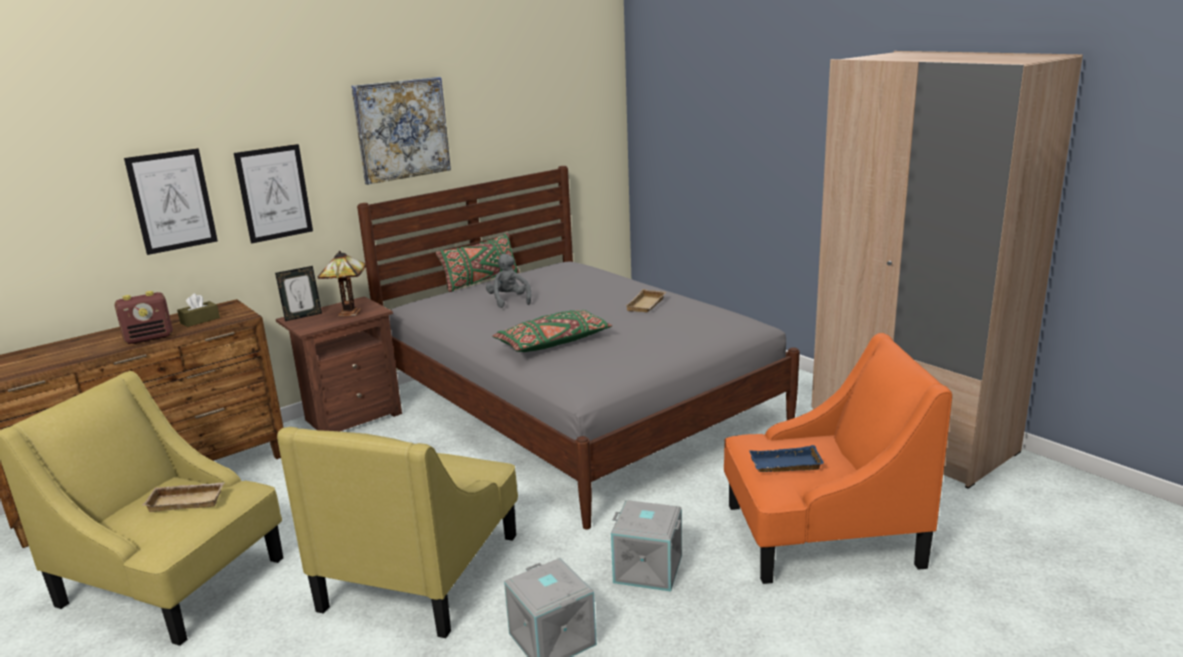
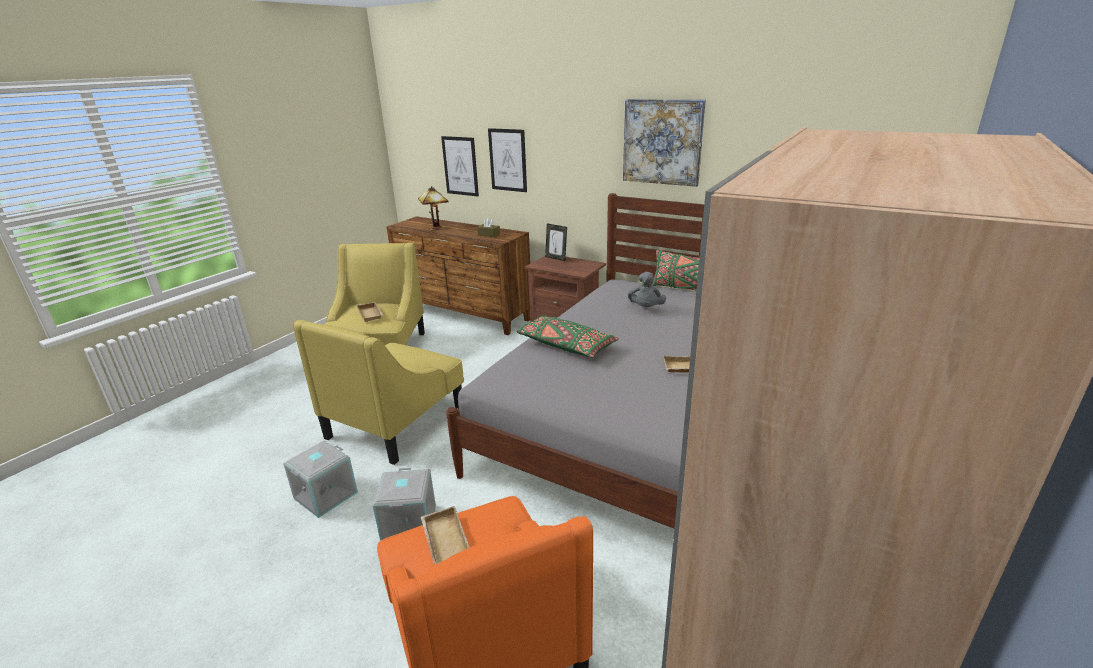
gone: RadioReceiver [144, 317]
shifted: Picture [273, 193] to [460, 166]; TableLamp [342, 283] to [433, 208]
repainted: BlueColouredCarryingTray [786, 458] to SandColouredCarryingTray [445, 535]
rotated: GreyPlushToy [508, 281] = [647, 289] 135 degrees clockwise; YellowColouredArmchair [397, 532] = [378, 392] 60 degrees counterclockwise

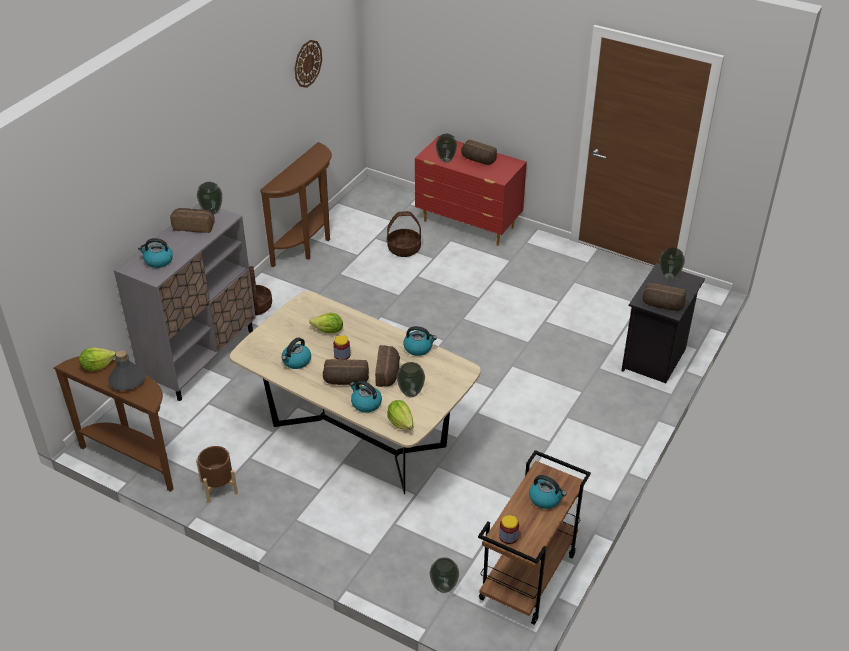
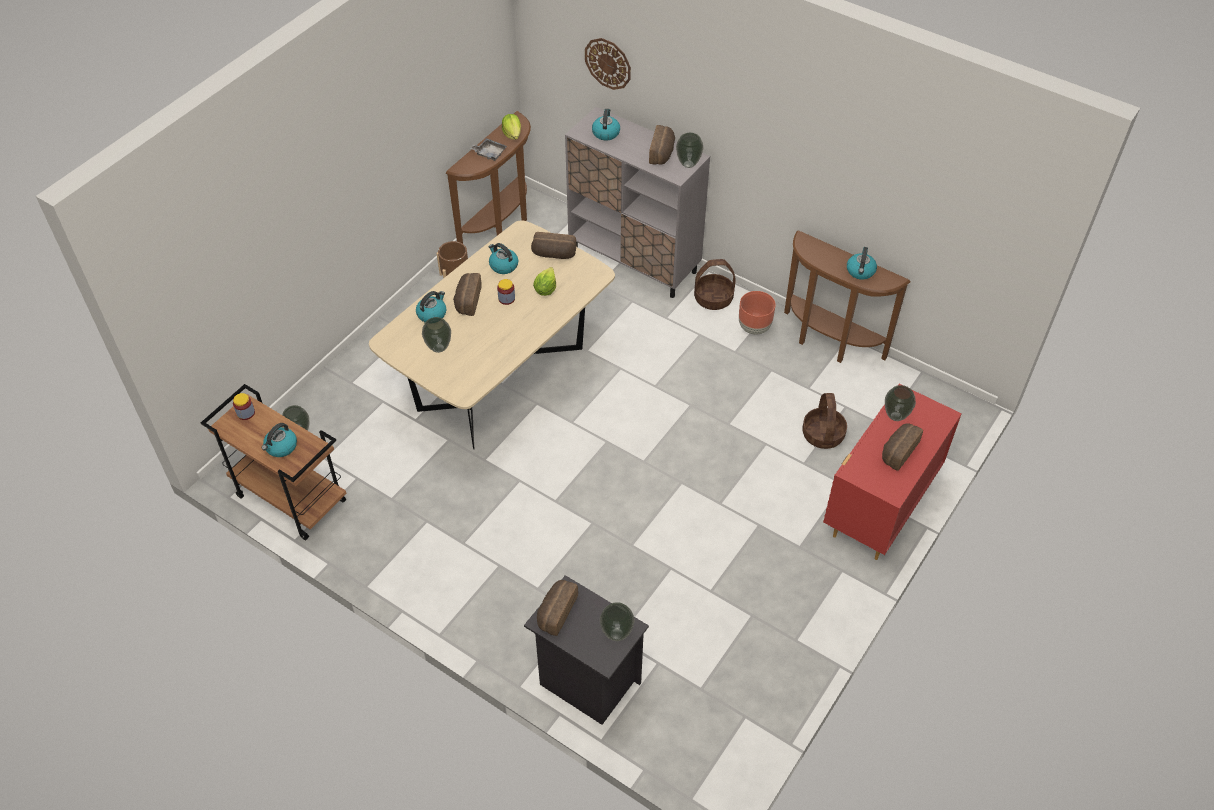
gone: HeadOfLettuce [400, 415]
new: BrownFlowerPot [757, 313]
shifted: ClockOnTheWall [308, 64] to [608, 64]; TeaKettle [420, 341] to [862, 263]; BakeryBread [387, 366] to [554, 245]
swapped: GreyBottle [127, 370] to GreyCarryingTray [488, 149]

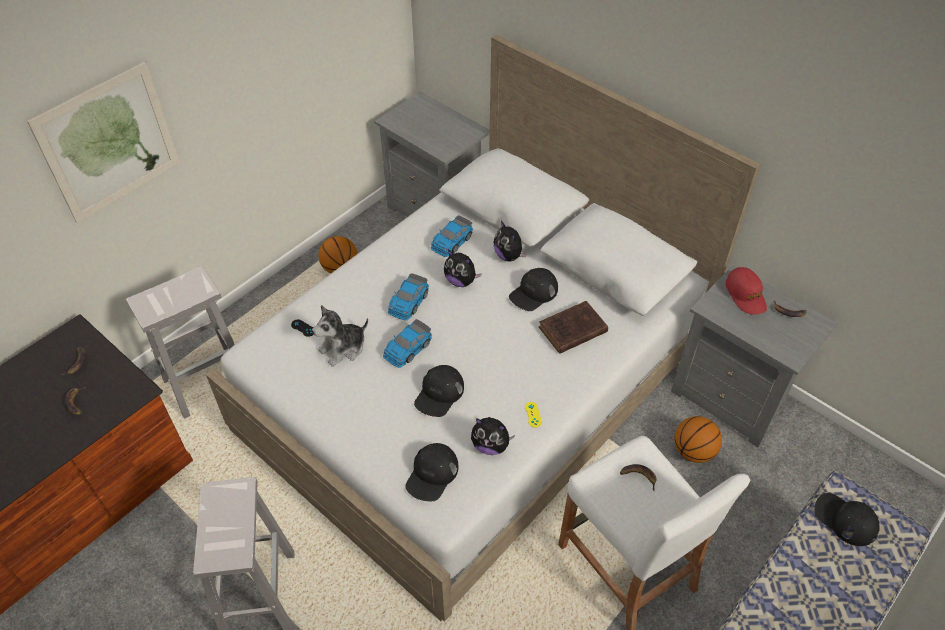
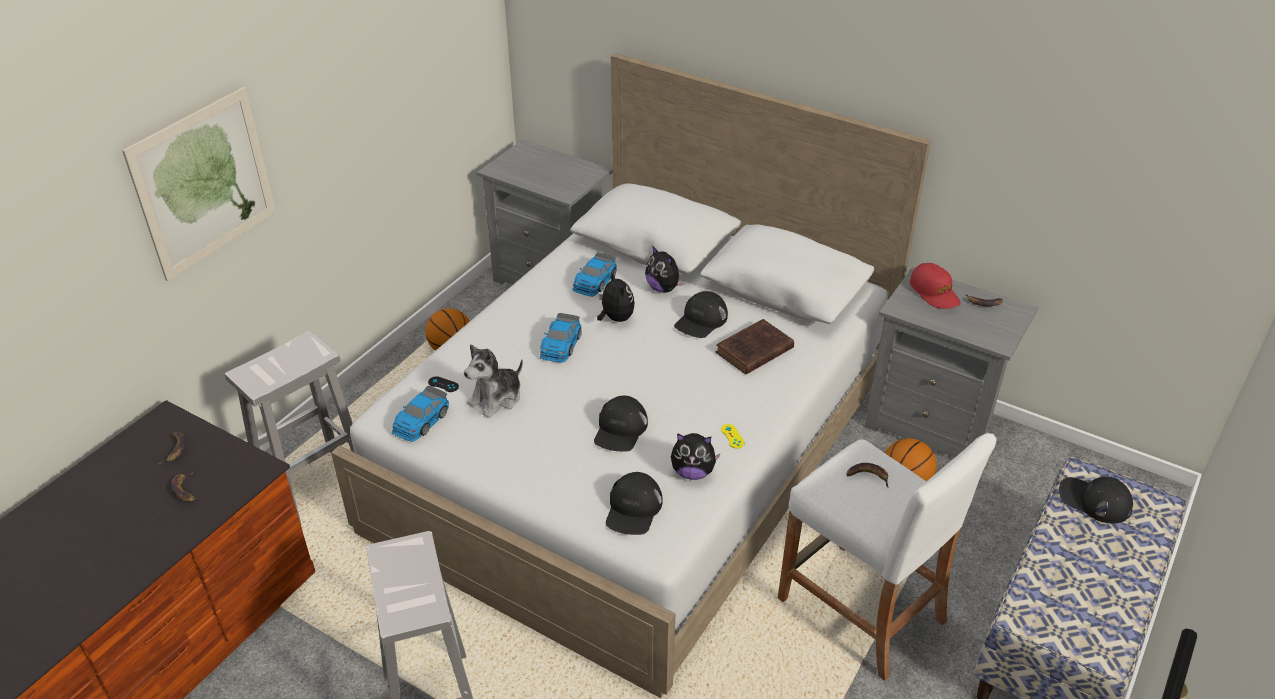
shifted: MiniatureCar [407, 343] to [420, 414]
rotated: PlushToy [462, 268] = [616, 296] 135 degrees counterclockwise

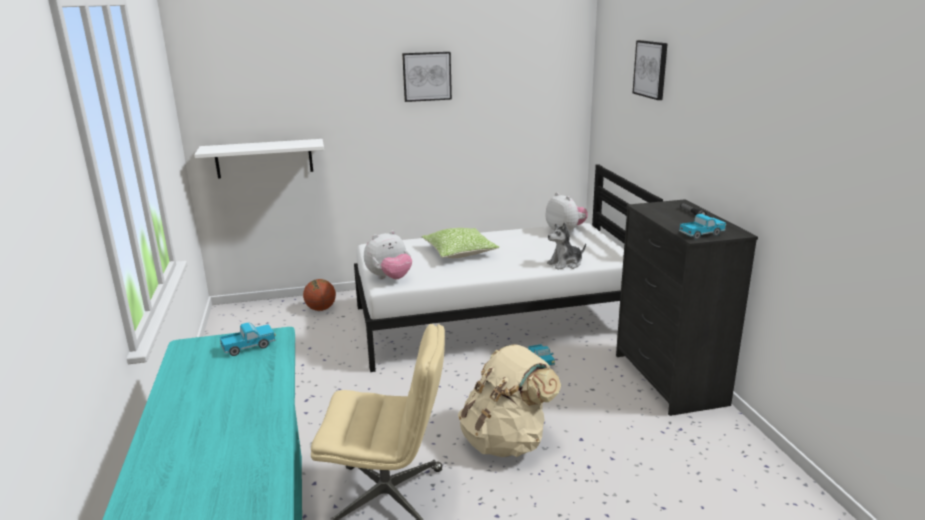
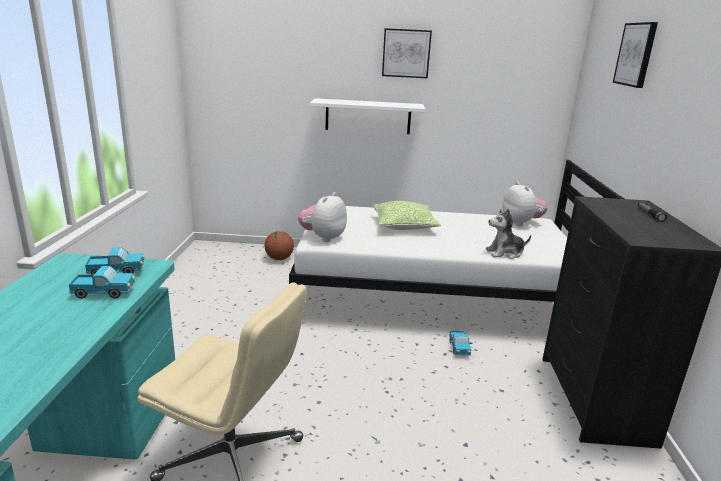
gone: SandColouredBackpack [509, 400]
shifted: WhiteShelf [259, 158] to [367, 116]; ToyLorry [702, 227] to [102, 282]
rotated: PlushToy [388, 254] = [322, 217] 135 degrees clockwise

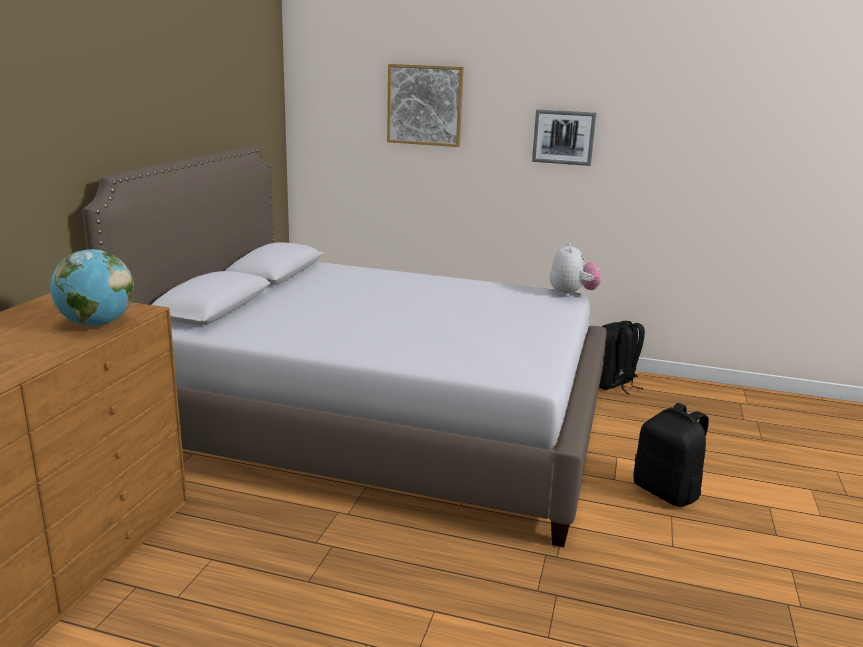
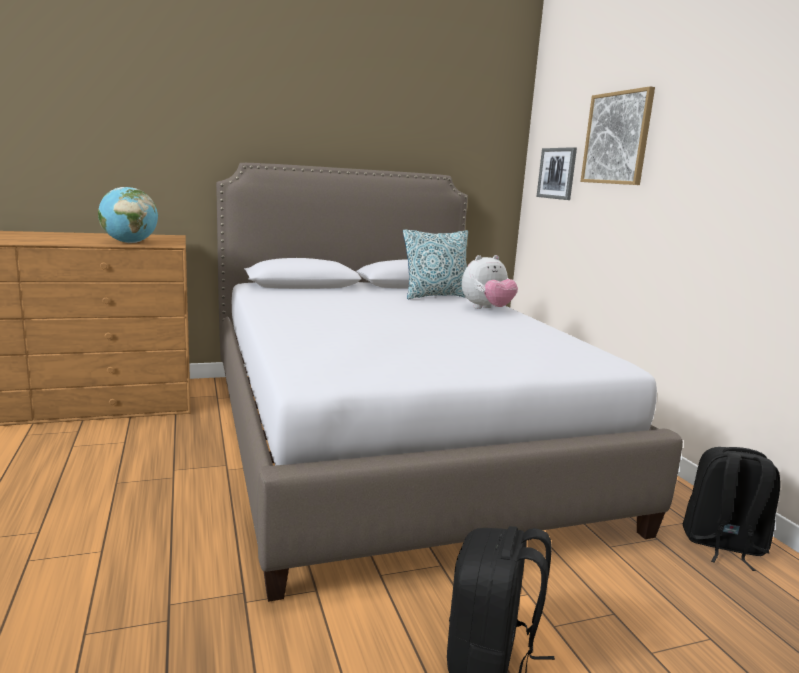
new: ThrowPillow [435, 264]
shifted: Picture [564, 137] to [557, 173]; PlushToy [575, 269] to [490, 282]

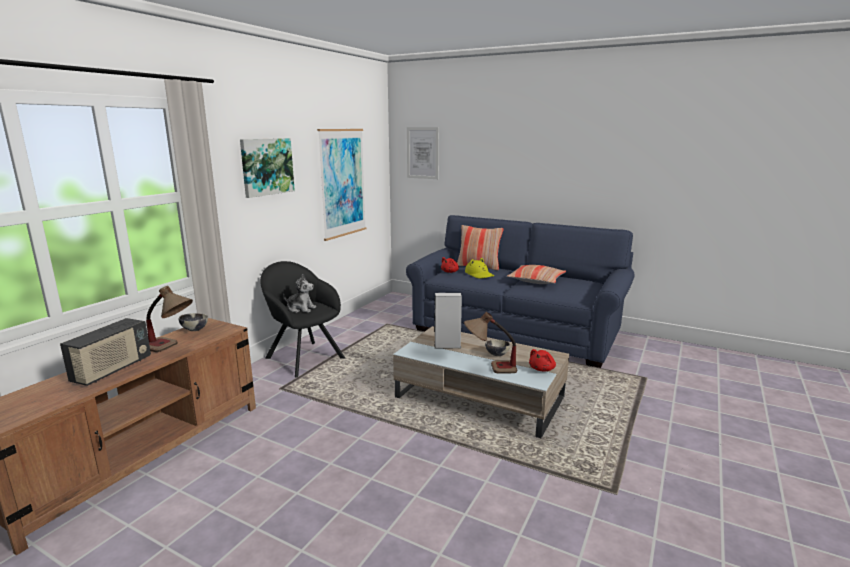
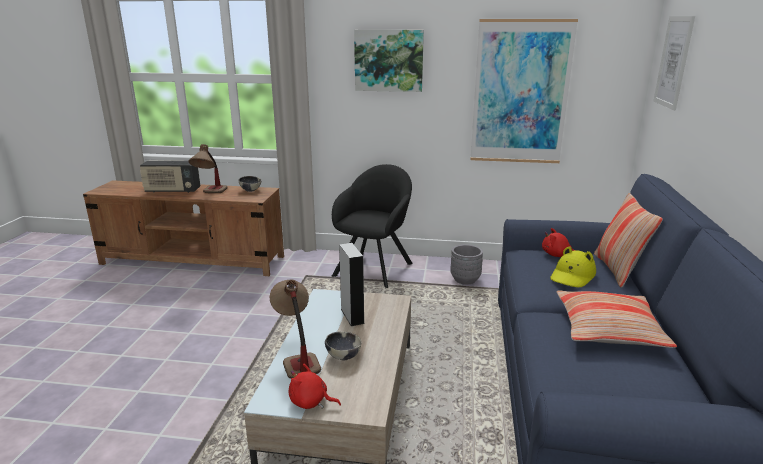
gone: PlushToy [299, 293]
new: GreyFlowerPot [466, 264]

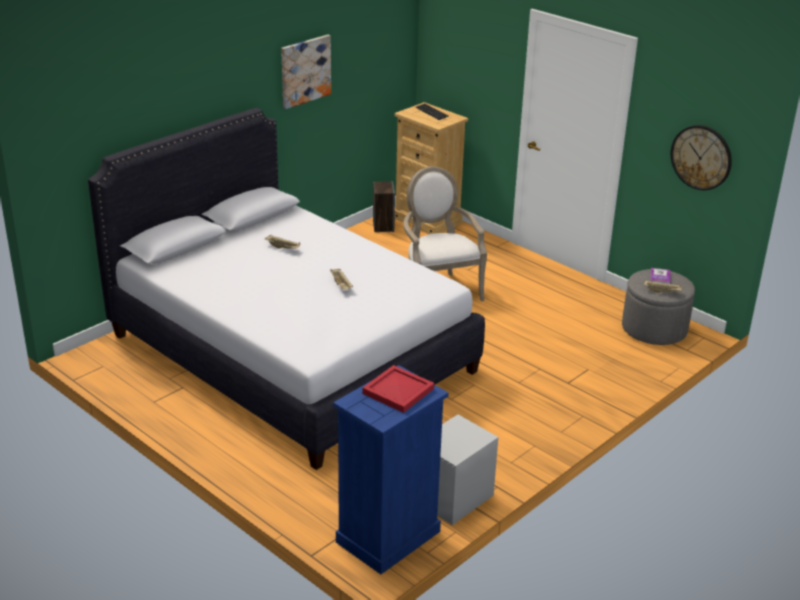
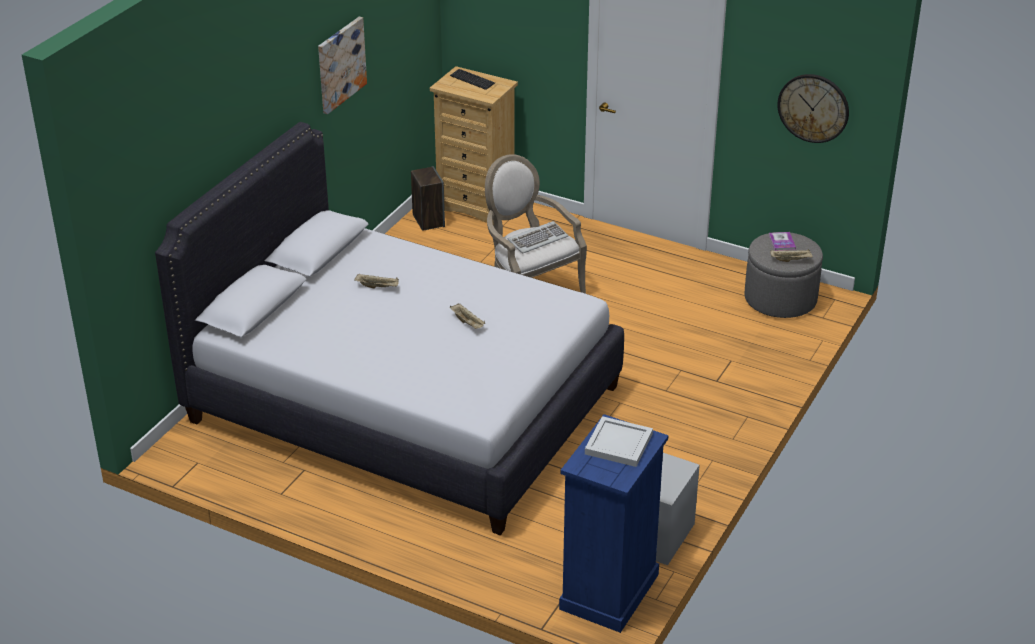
new: PcKeyboard [538, 237]
repainted: RedCarryingTray [398, 389] to WhiteCarryingTray [619, 441]

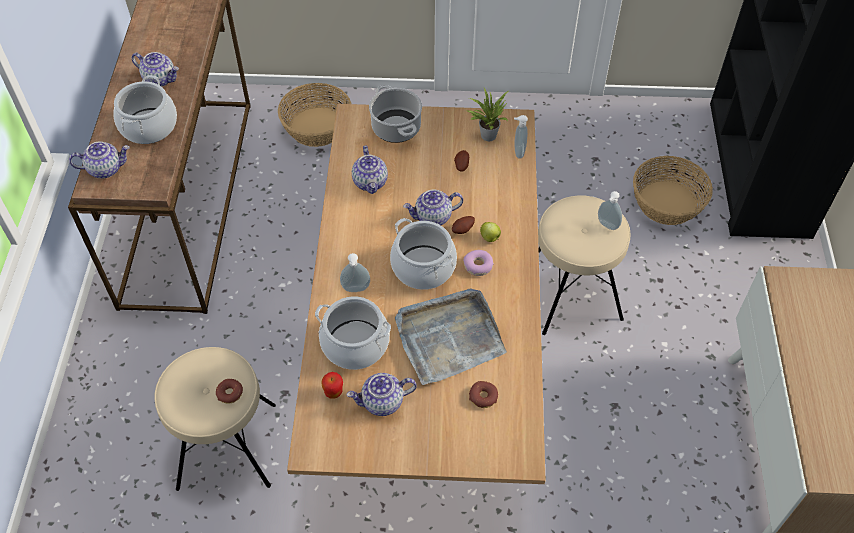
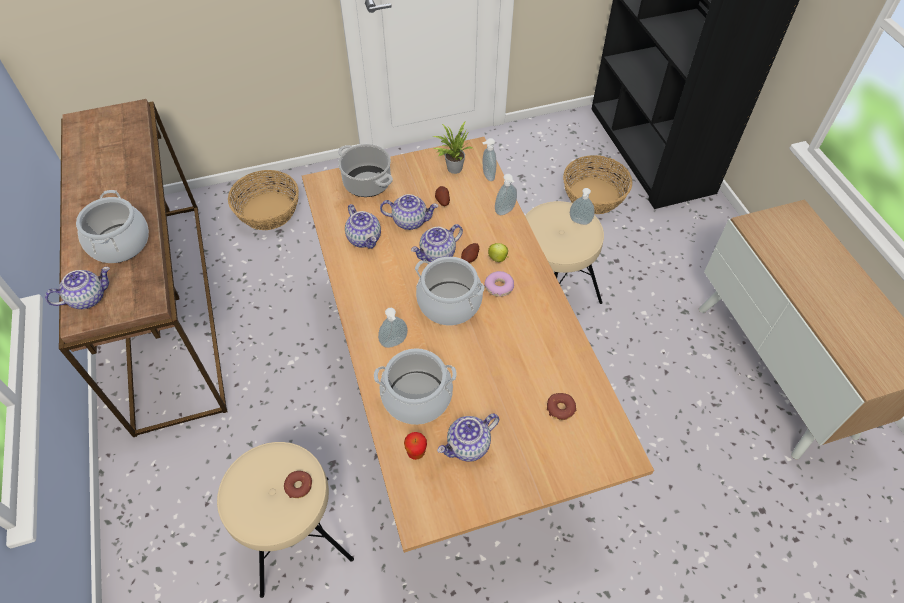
gone: GreyCarryingTray [451, 337]
new: SoapBottle [506, 194]
shifted: PotForTea [155, 69] to [409, 212]

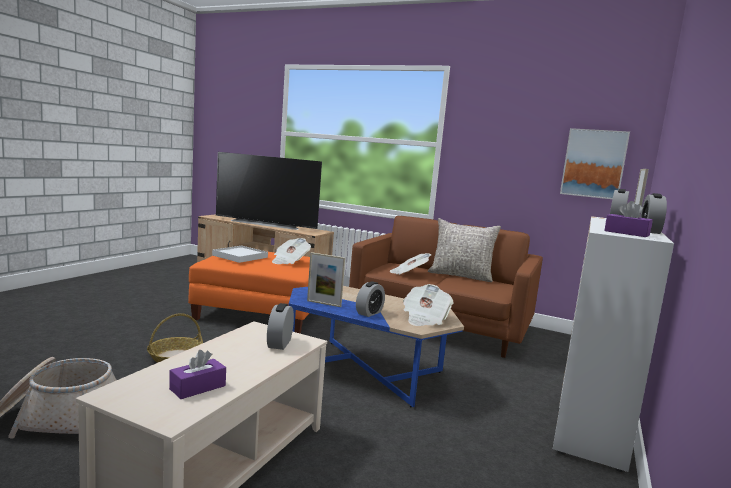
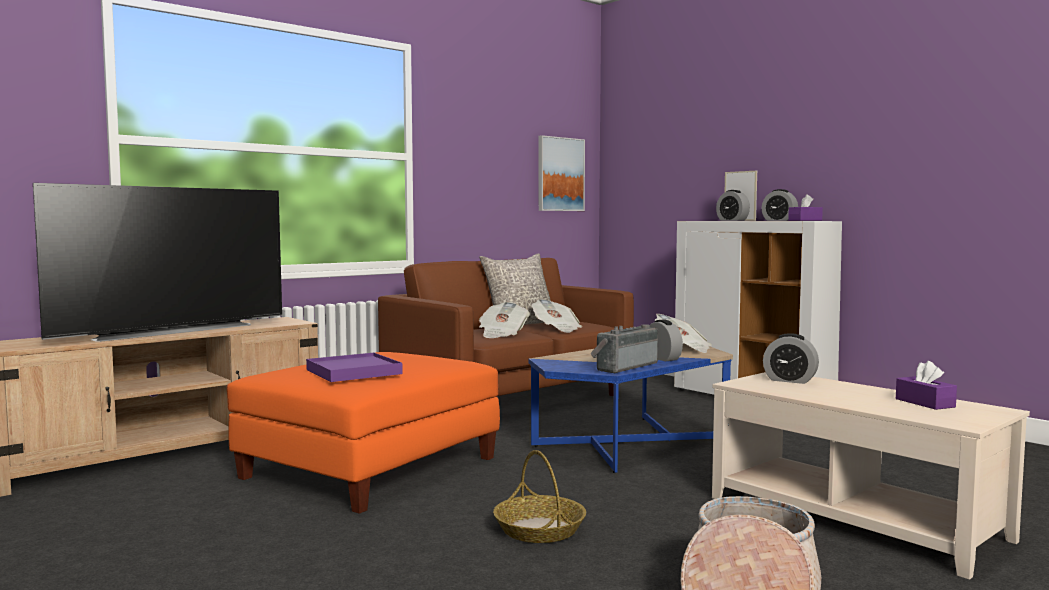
shifted: DailyPaper [291, 251] to [556, 316]
swapped: PictureFrame [326, 279] to RadioReceiver [624, 348]
repainted: WhiteCarryingTray [240, 254] to PurplishCarryingTray [354, 367]

